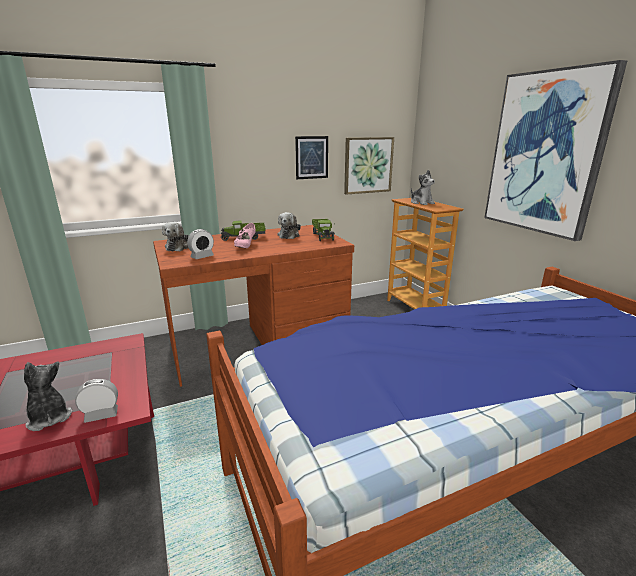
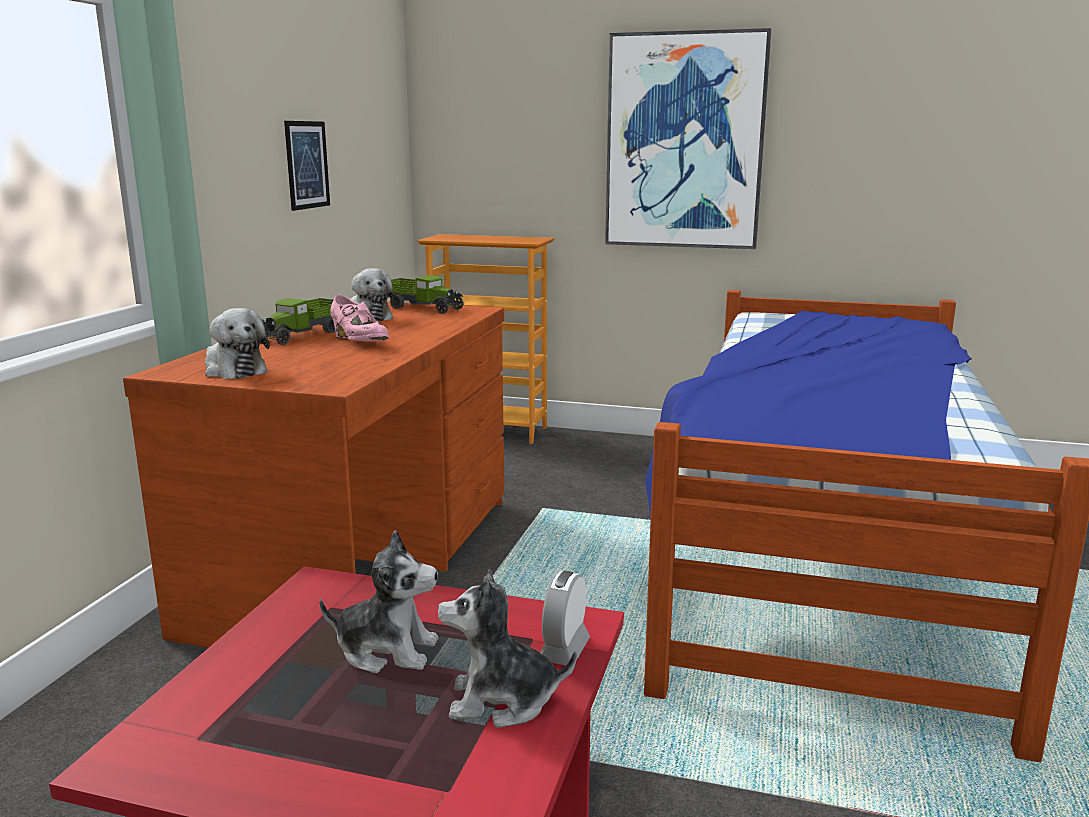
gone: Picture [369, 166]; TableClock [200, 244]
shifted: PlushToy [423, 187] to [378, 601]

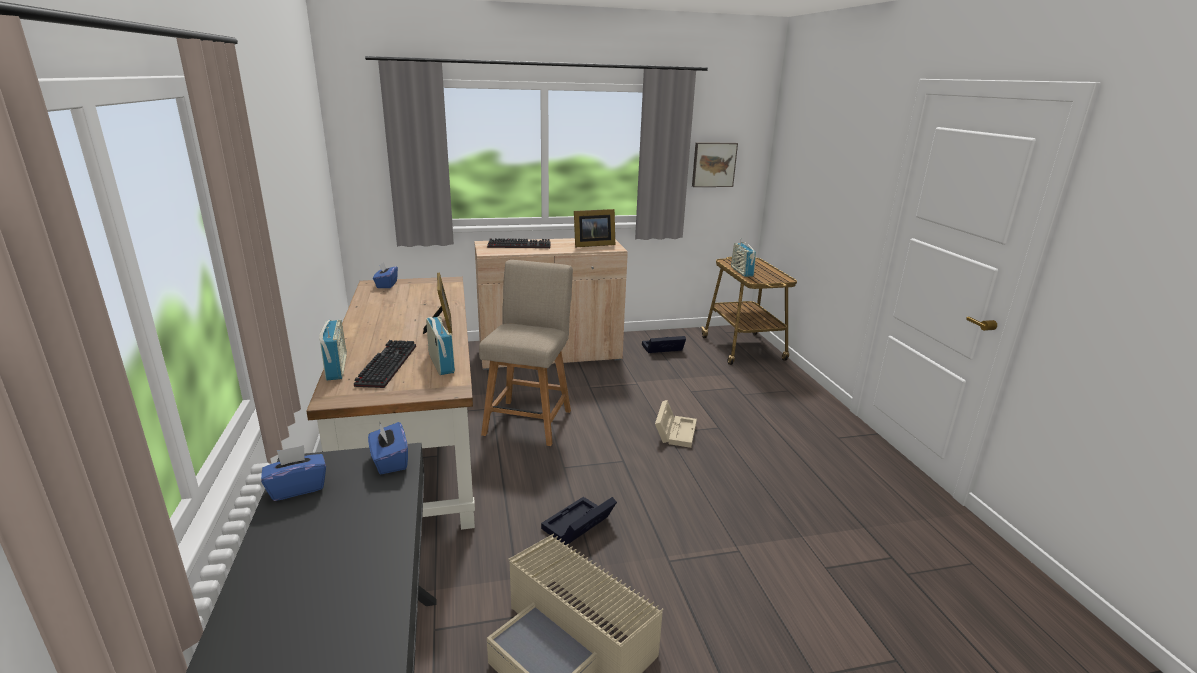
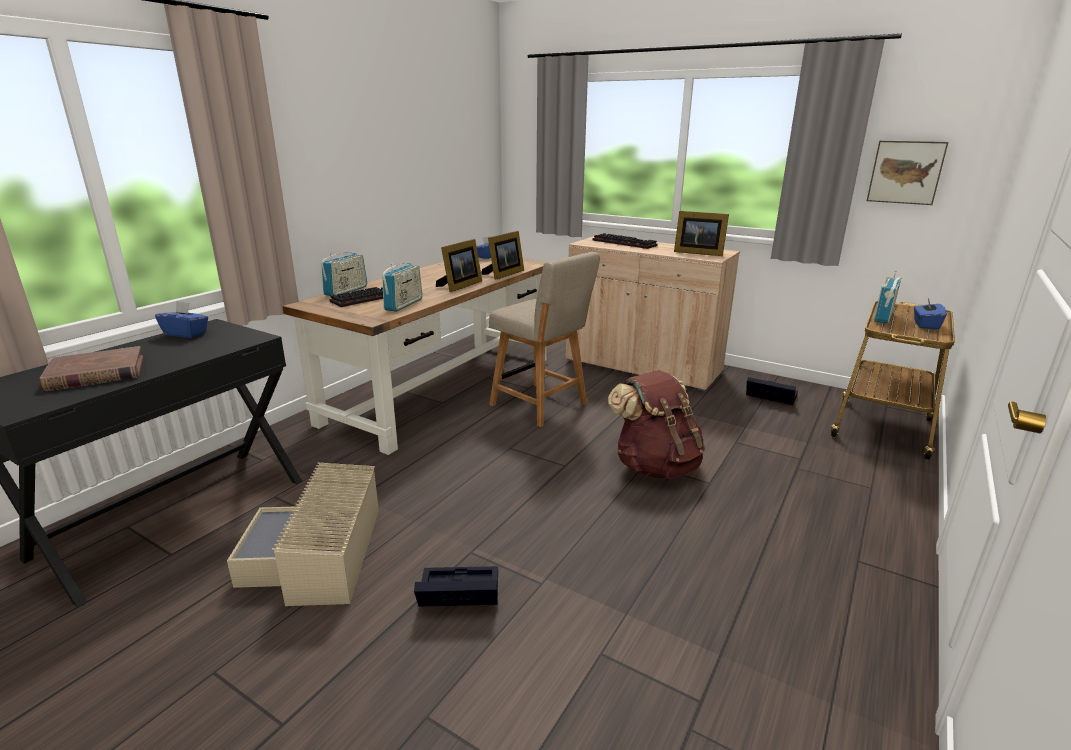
new: PictureFrame [503, 255]; BrownVolume [91, 368]
shifted: BlueColouredBoxOfTissues [388, 447] to [930, 314]; BlackStorageBox [579, 521] to [456, 586]
swapped: SandColouredStorageBox [676, 424] to BrownBackpack [656, 424]
rotated: SandColouredPlainChair [526, 353] = [544, 339] 75 degrees clockwise

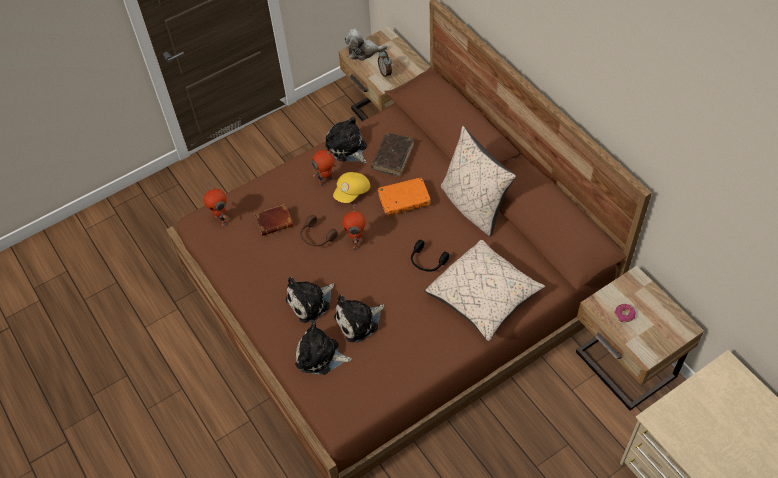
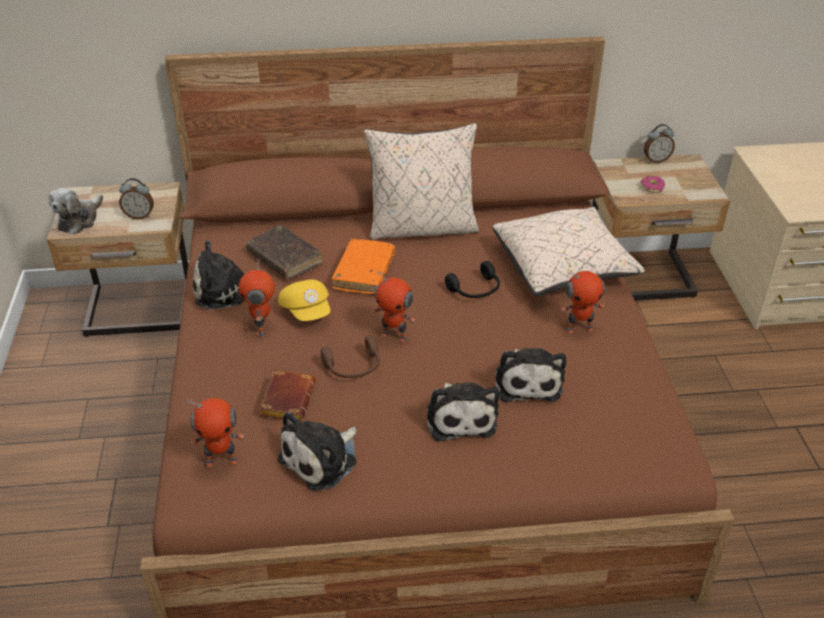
new: TableClock [659, 143]; ModelRobot [583, 301]
shifted: PlushToy [323, 348] to [317, 451]

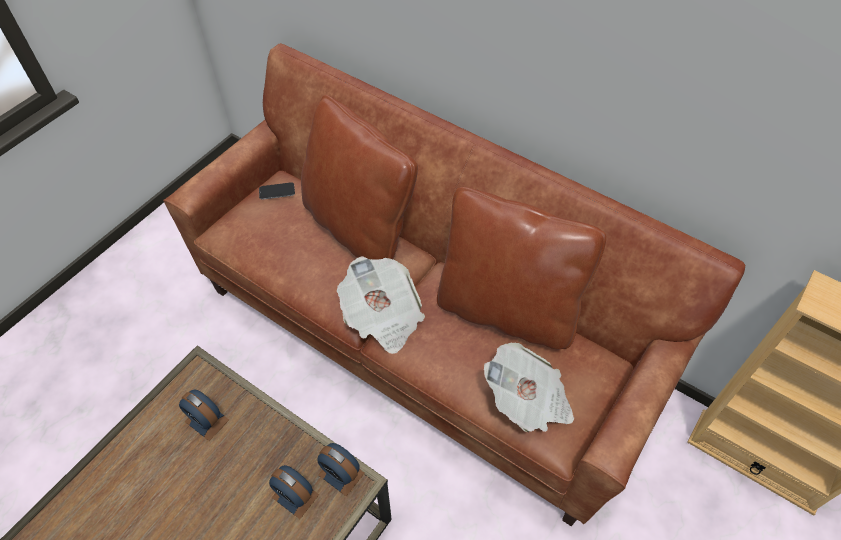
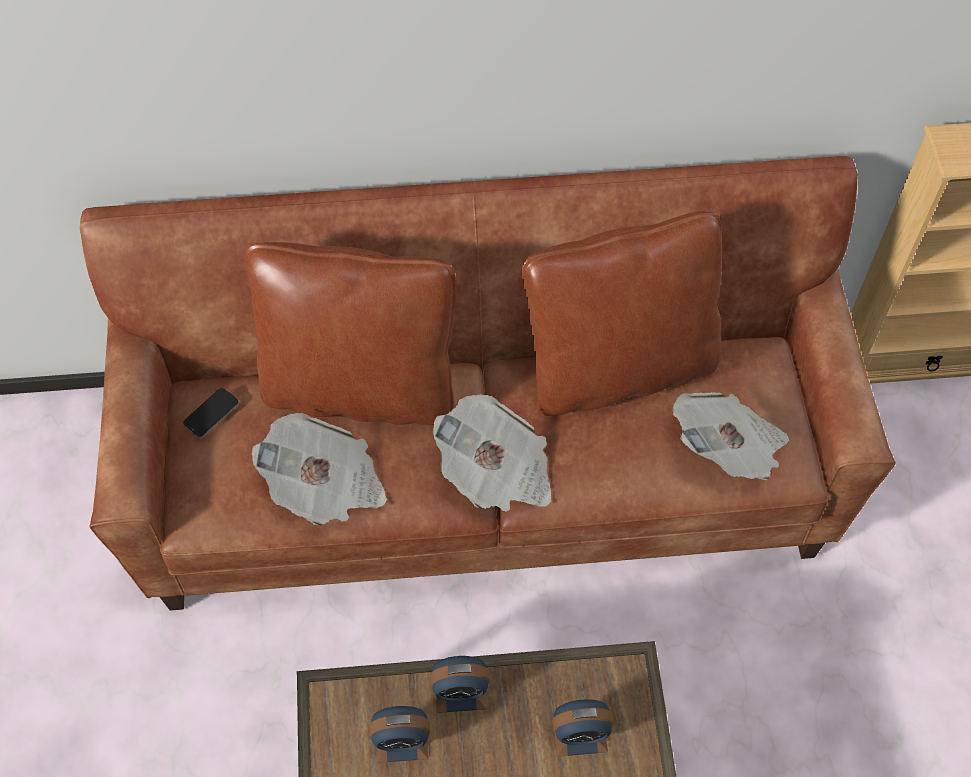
new: DailyPaper [319, 469]
shifted: TableClock [340, 469] to [460, 684]

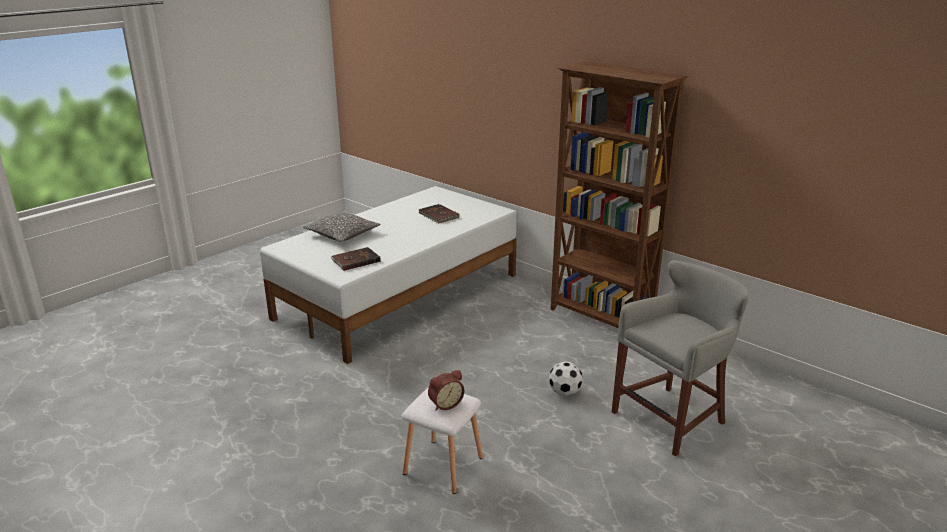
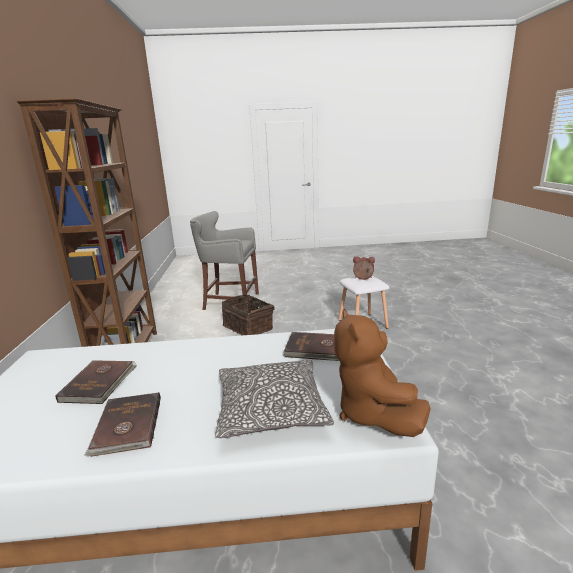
new: BrownPlushToy [382, 373]; BrownVolume [122, 424]
swapped: BallForFootball [566, 379] to HouseholdBasket [248, 315]

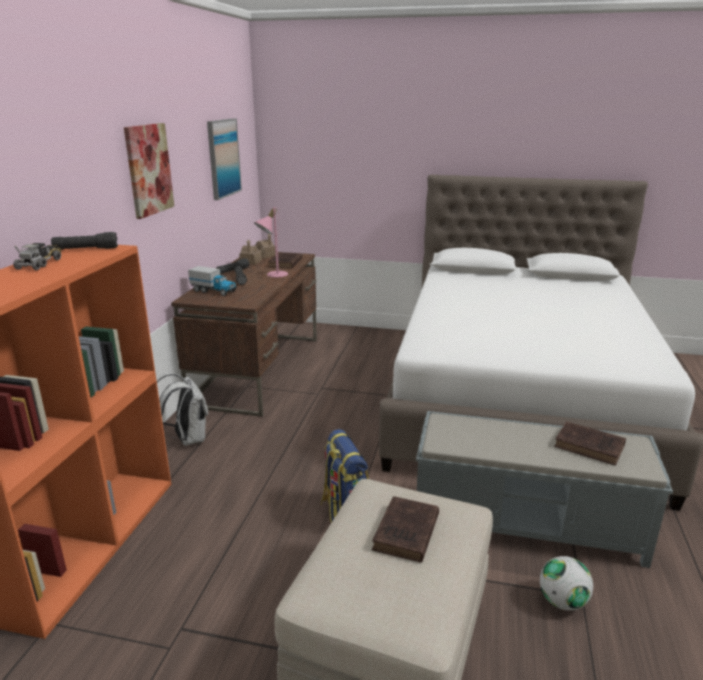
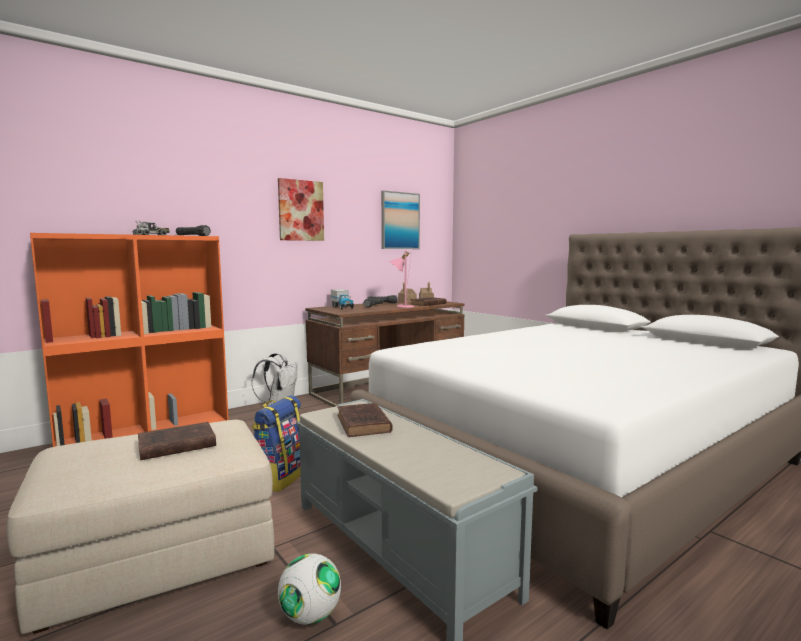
shifted: BrownVolume [590, 443] to [365, 420]

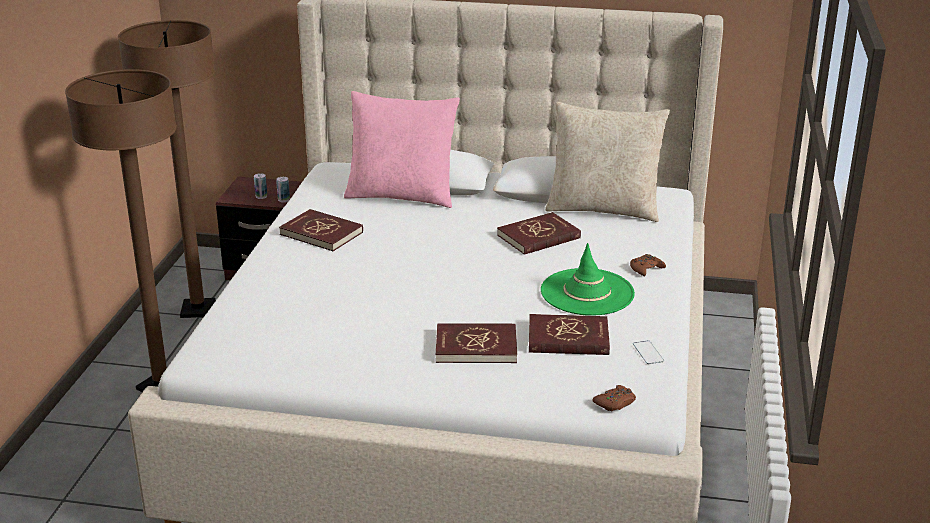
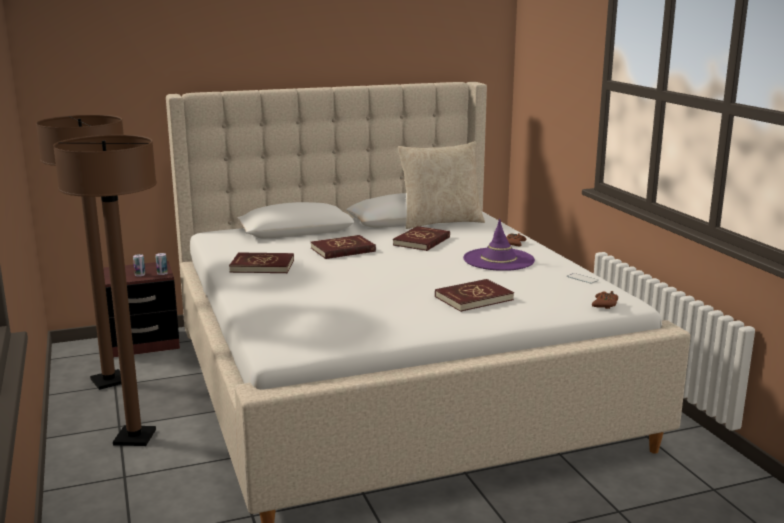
gone: PinkColouredThrowPillow [402, 149]
shifted: RedVolume [569, 334] to [343, 247]
repainted: GreenishHat [588, 279] to PurplishHat [499, 245]

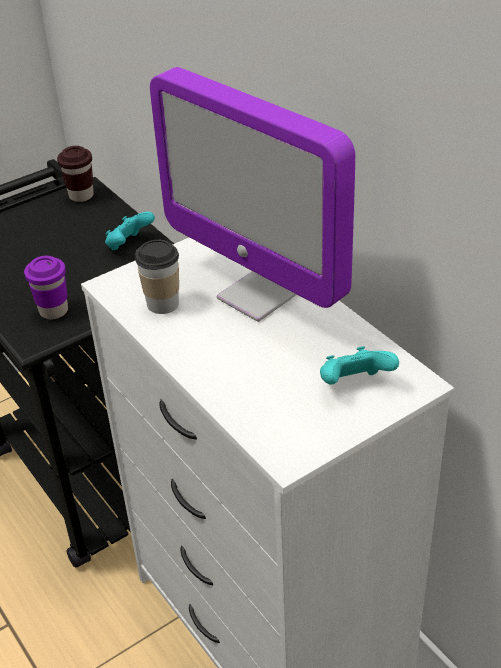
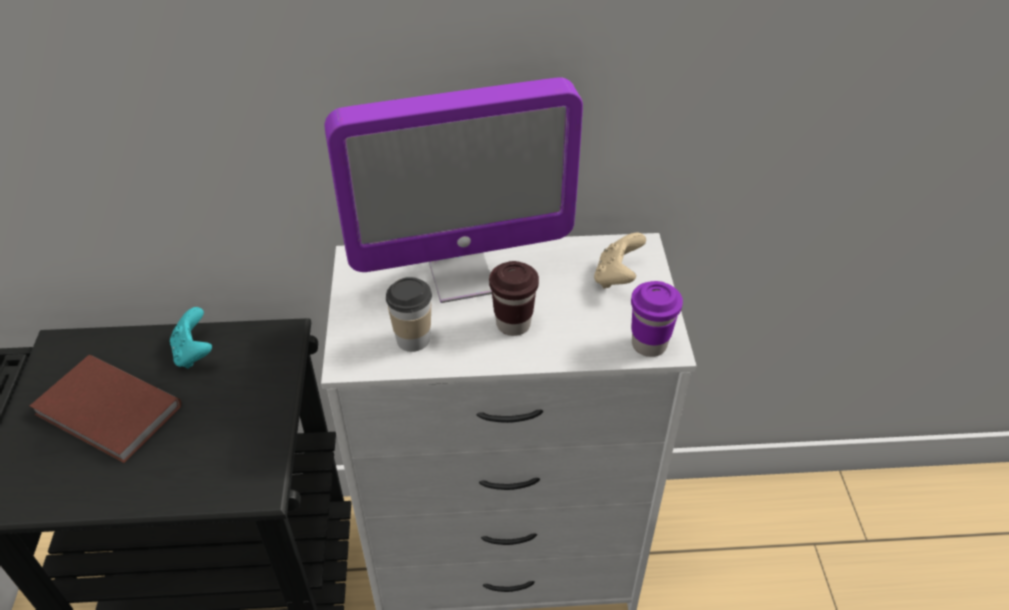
new: BrownVolume [105, 409]
shifted: BrownDrinkingCup [75, 174] to [514, 298]; PurplishDrinkingCup [46, 288] to [657, 319]
repainted: TurquoiseJoypad [359, 365] to SandColouredJoypad [620, 261]

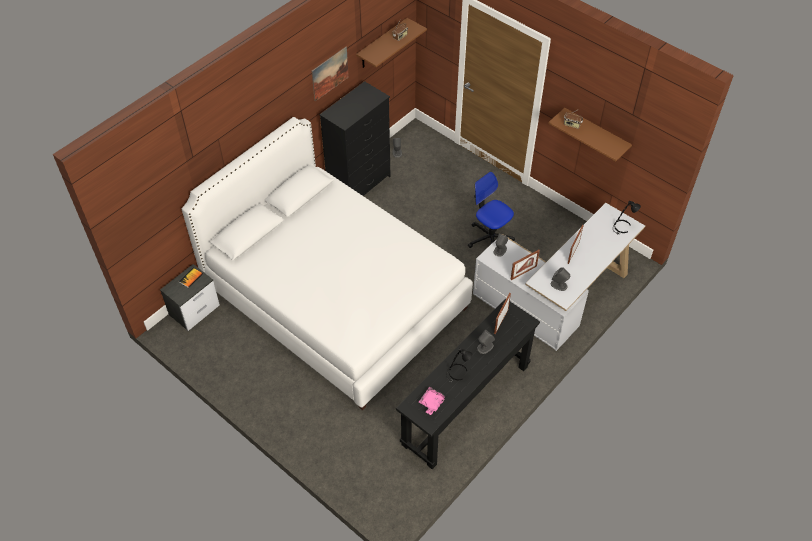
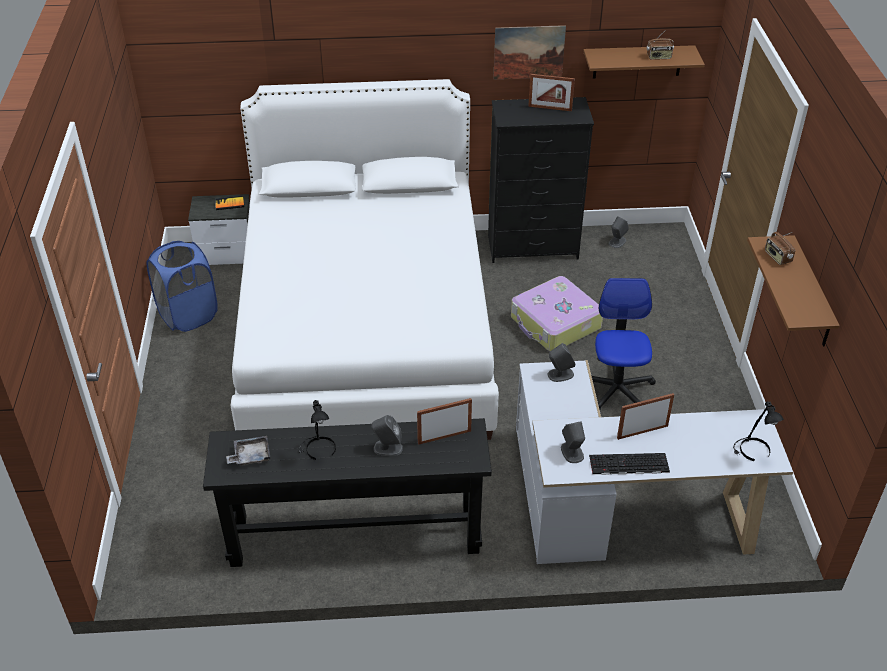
new: BlueColouredWashingBasket [182, 286]; Suitcase [557, 313]; PcKeyboard [629, 464]
shifted: PictureFrame [525, 265] to [551, 92]
repainted: PinkColouredCarryingTray [432, 401] to GreyCarryingTray [248, 451]

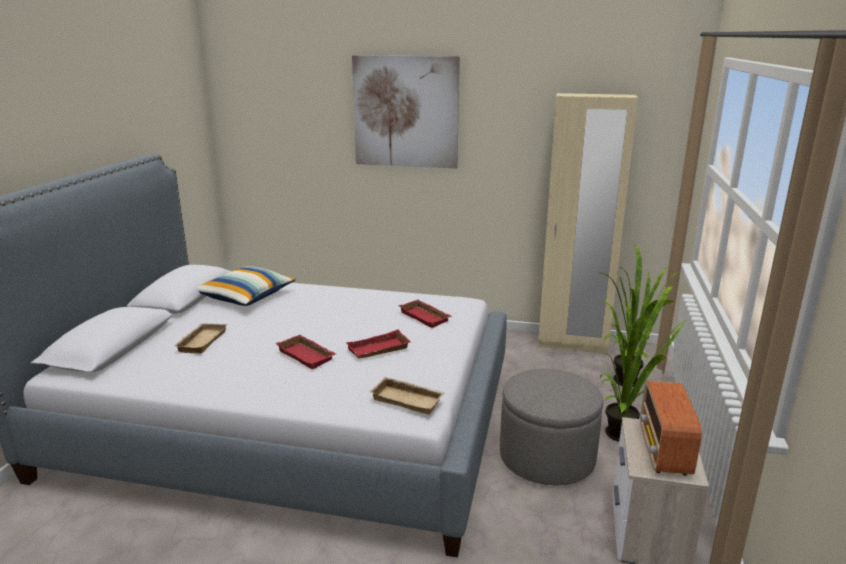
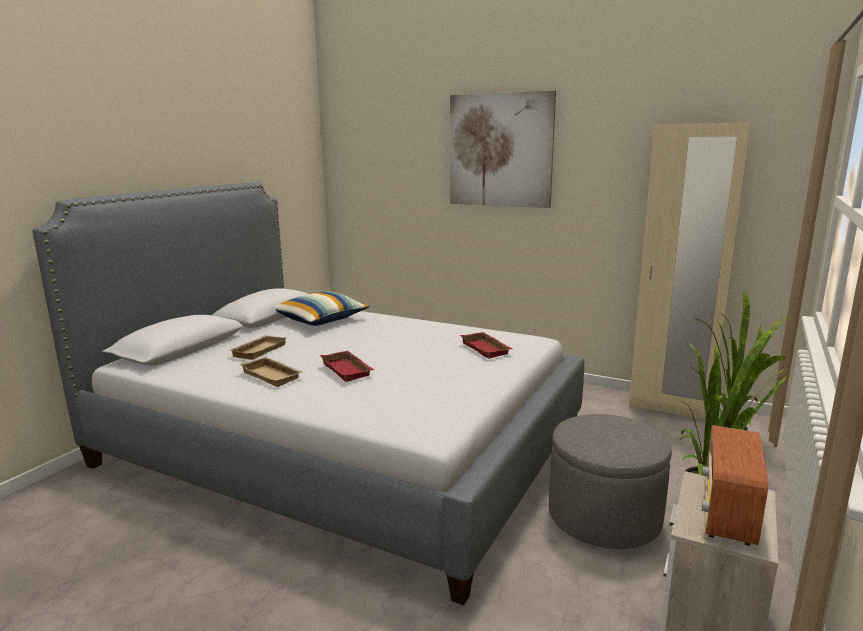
gone: RedCarryingTray [378, 344]
shifted: SandColouredCarryingTray [407, 396] to [271, 372]

